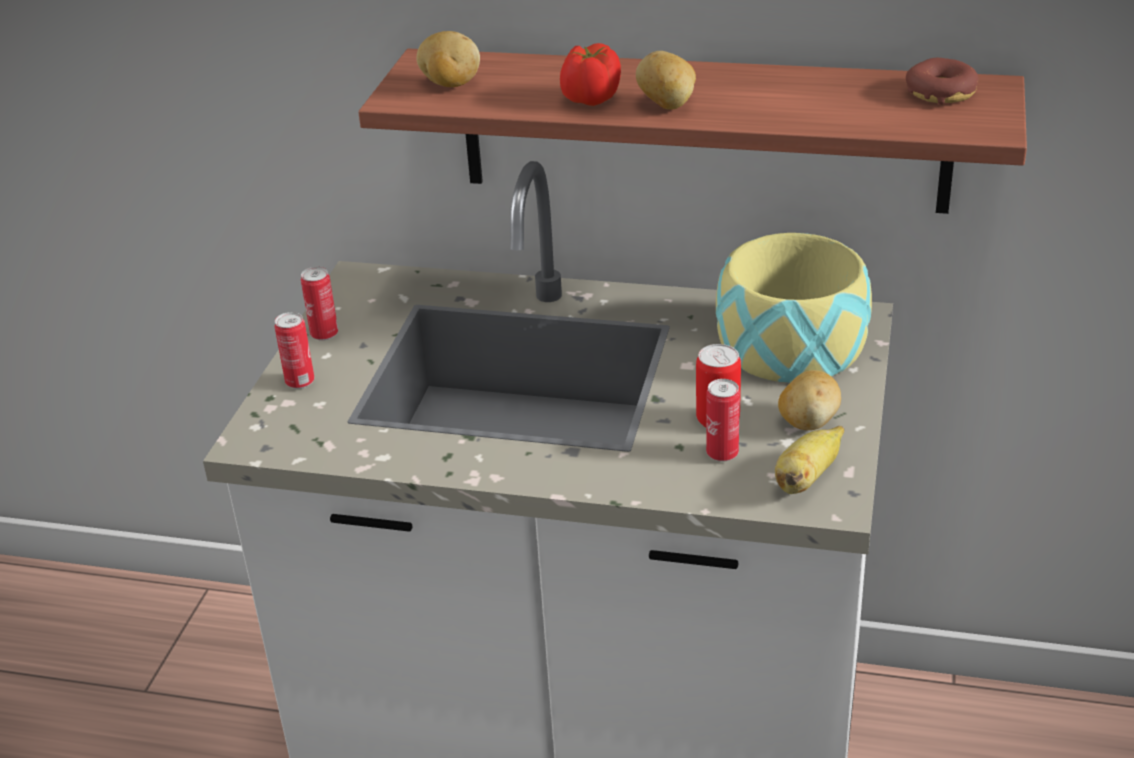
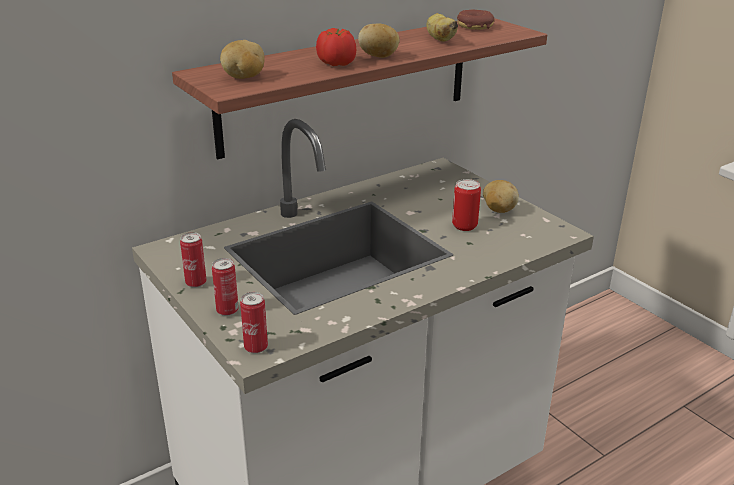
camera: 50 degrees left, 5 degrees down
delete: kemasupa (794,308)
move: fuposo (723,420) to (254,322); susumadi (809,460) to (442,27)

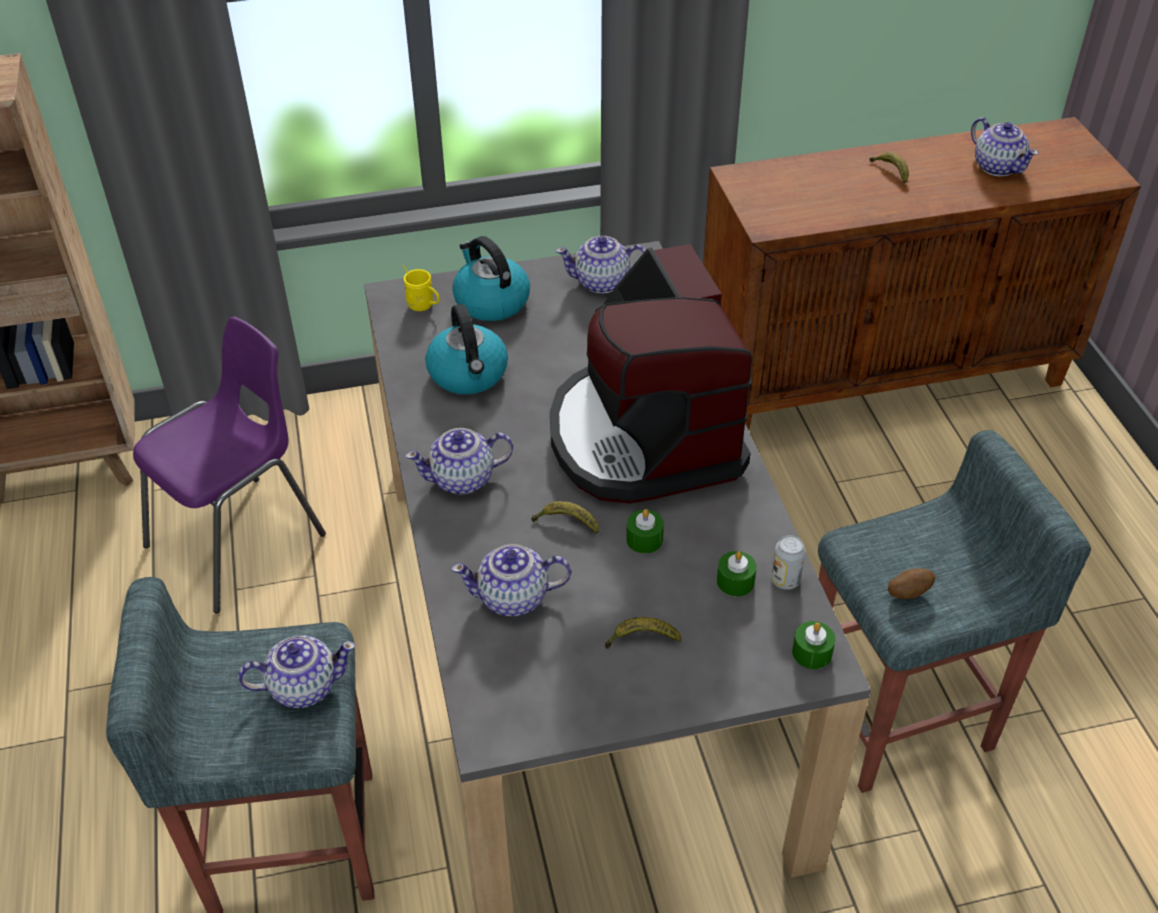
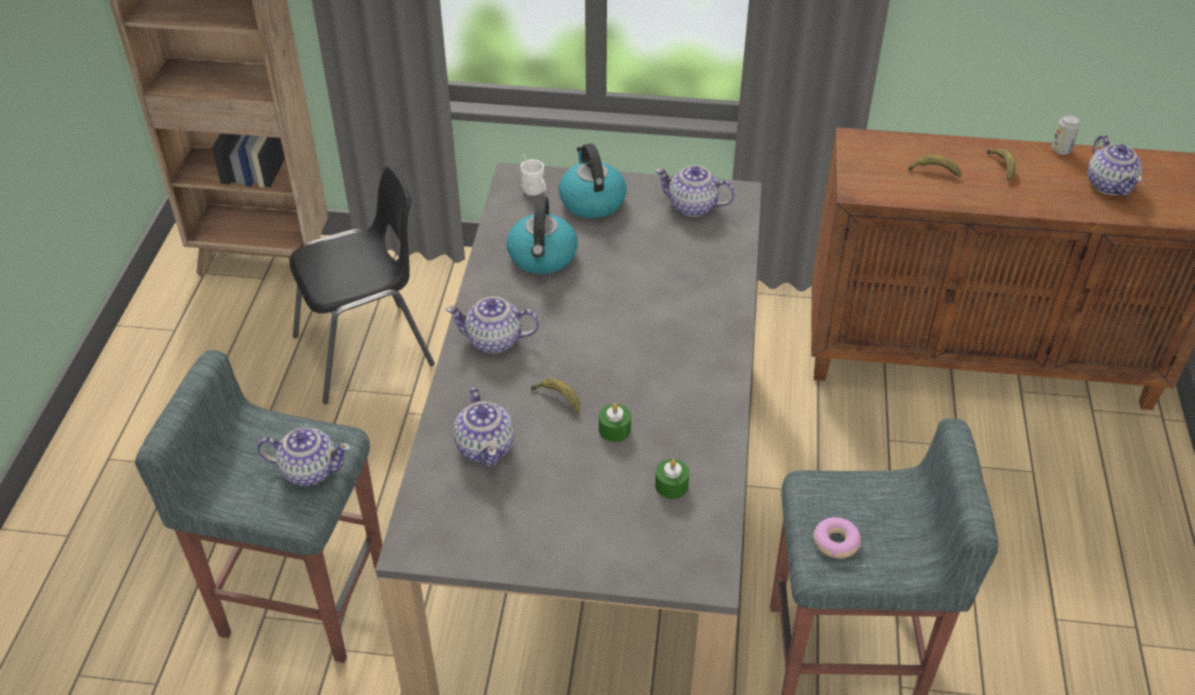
camera: 20 degrees right, 0 degrees up
delete: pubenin (651,374); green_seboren (813,645)
move: fuposo (788,562) to (1065,134); susumadi (643,633) to (934,166)
replace: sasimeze (911,583) to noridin (837,538)
recolor: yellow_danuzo (421,288) to white_danuzo (533,174); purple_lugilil (229,464) to black_lugilil (362,285)
rotate: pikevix (511,580) = (483,427) 120 degrees counterclockwise

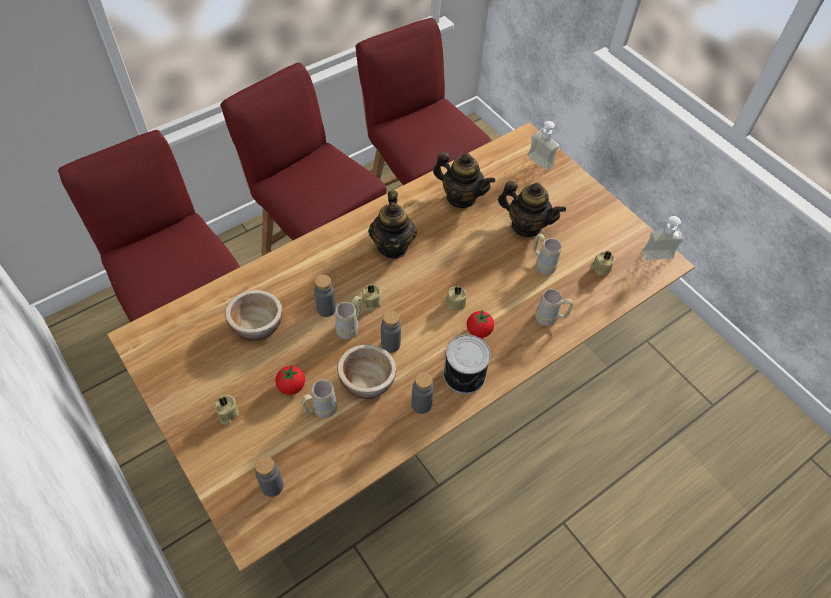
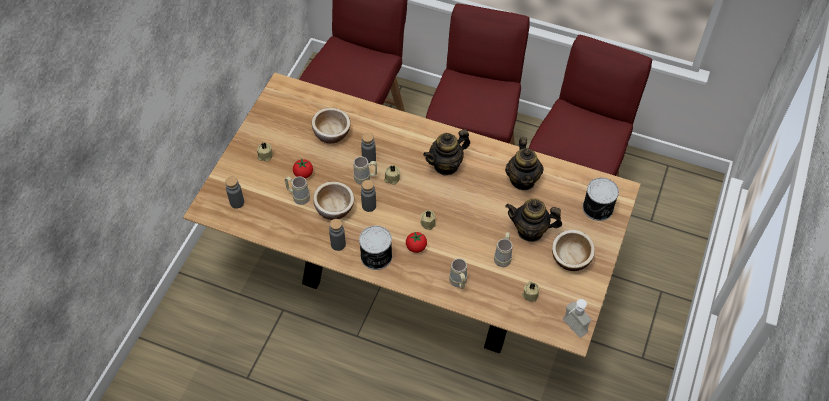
camera: 60 degrees right, 0 degrees up
insert: kemasupa (573,250)
replace: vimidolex (543,146) to fuposo (601,199)
rotate: pikevix (532,209) = (533,220) 105 degrees clockwise

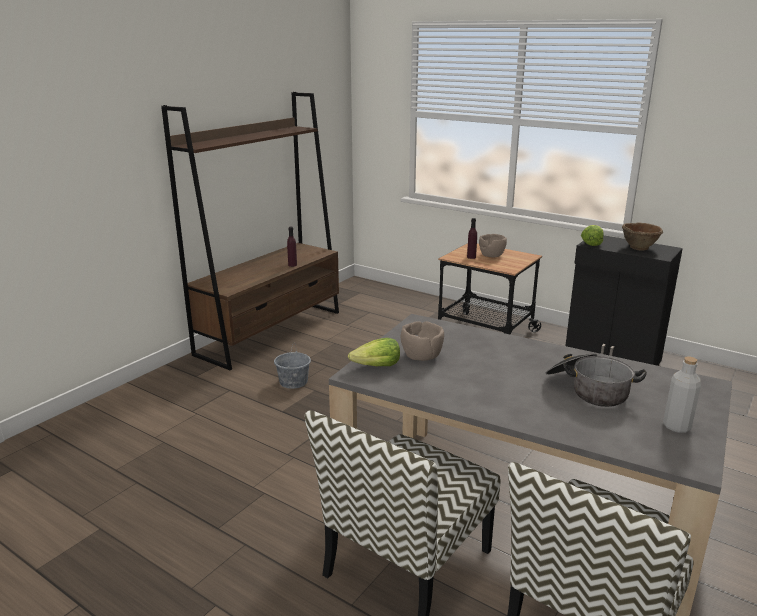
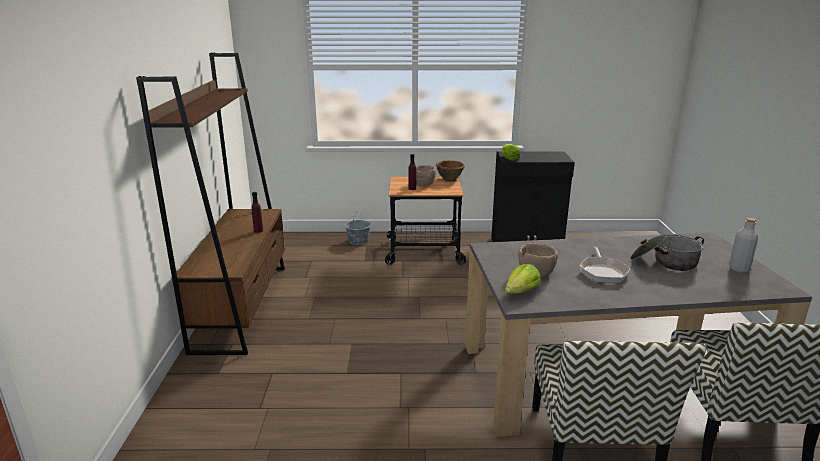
camera: 35 degrees left, 0 degrees up
insert: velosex (605,264)
move: brown_kemasupa (642,236) to (450,171); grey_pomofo (292,365) to (358,228)

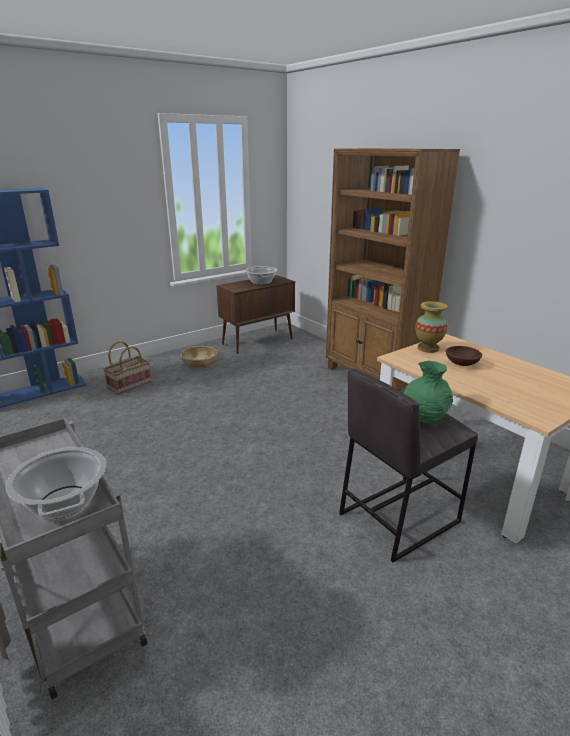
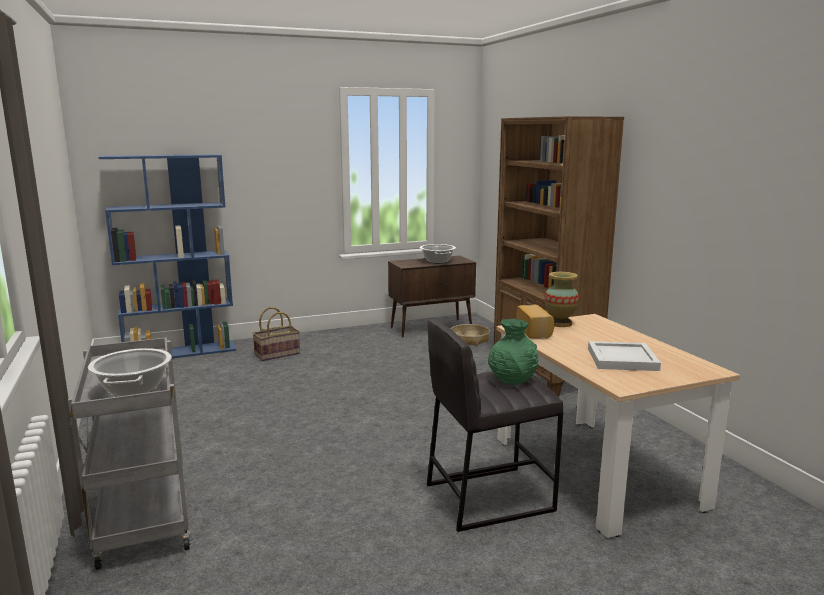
camera: 15 degrees right, 10 degrees down
delete: brown_kemasupa (464,356)
insert: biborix (535,321); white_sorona (624,356)
move: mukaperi (199,357) to (470,335)

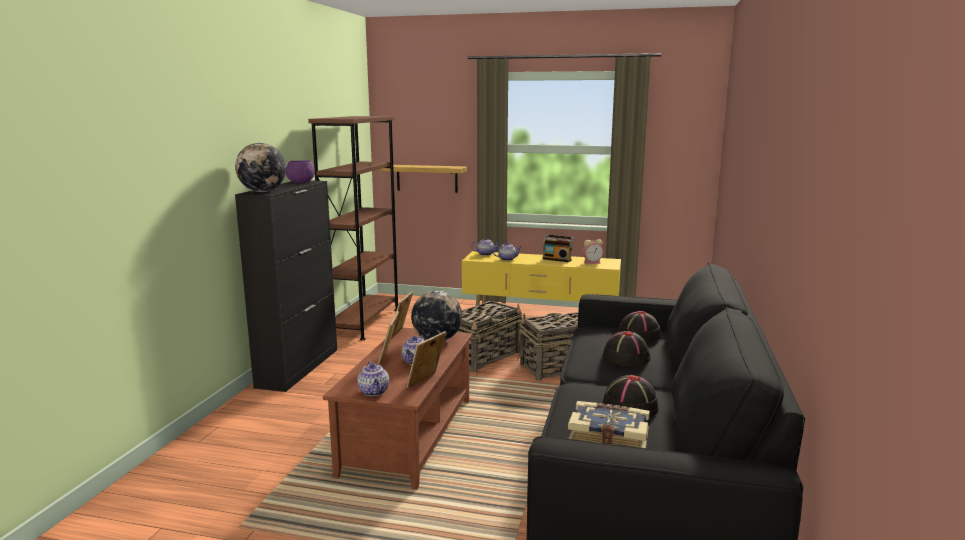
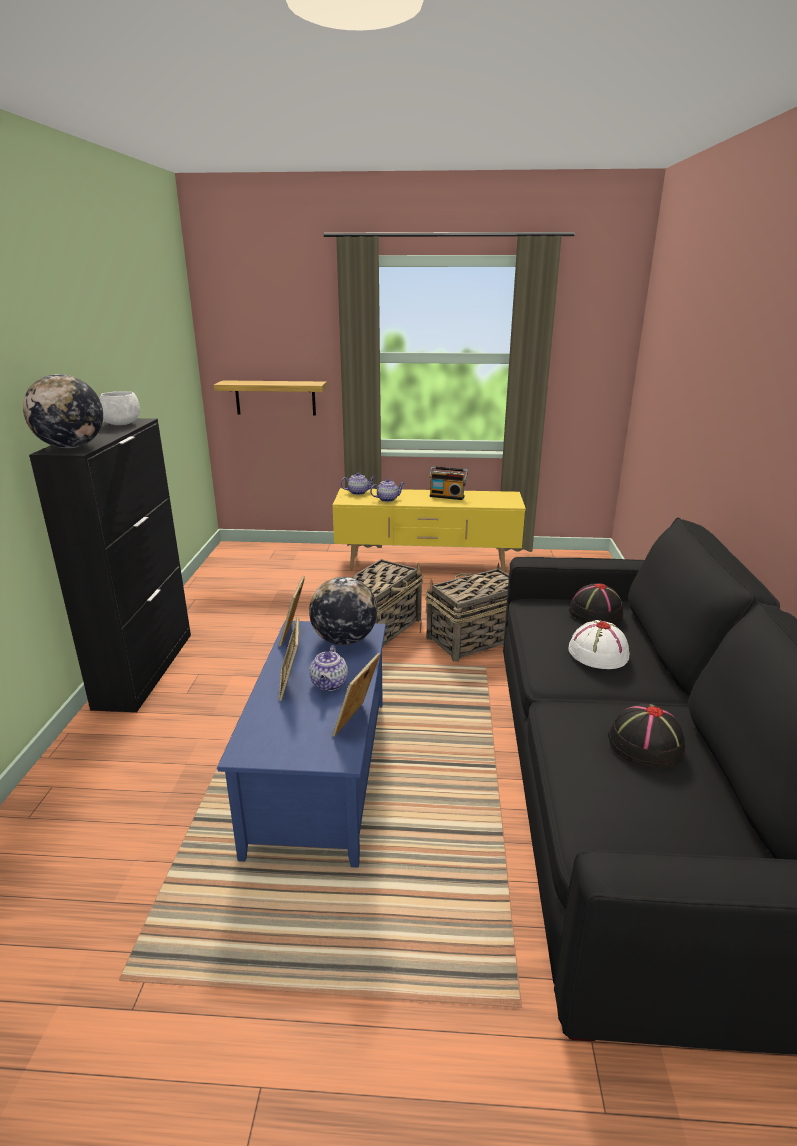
camera: 10 degrees left, 10 degrees up
delete: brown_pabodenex (353,228); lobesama (592,251); pikevix (373,378); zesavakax (609,424)
recolor: purple_kemasupa (300,171) to white_kemasupa (119,408); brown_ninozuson (397,408) to blue_ninozuson (301,744); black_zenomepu (626,348) to white_zenomepu (599,644)

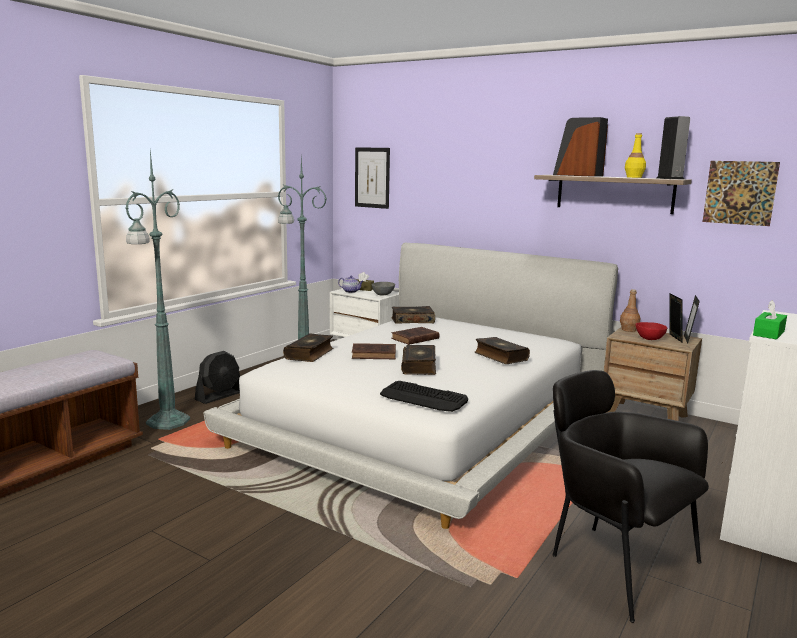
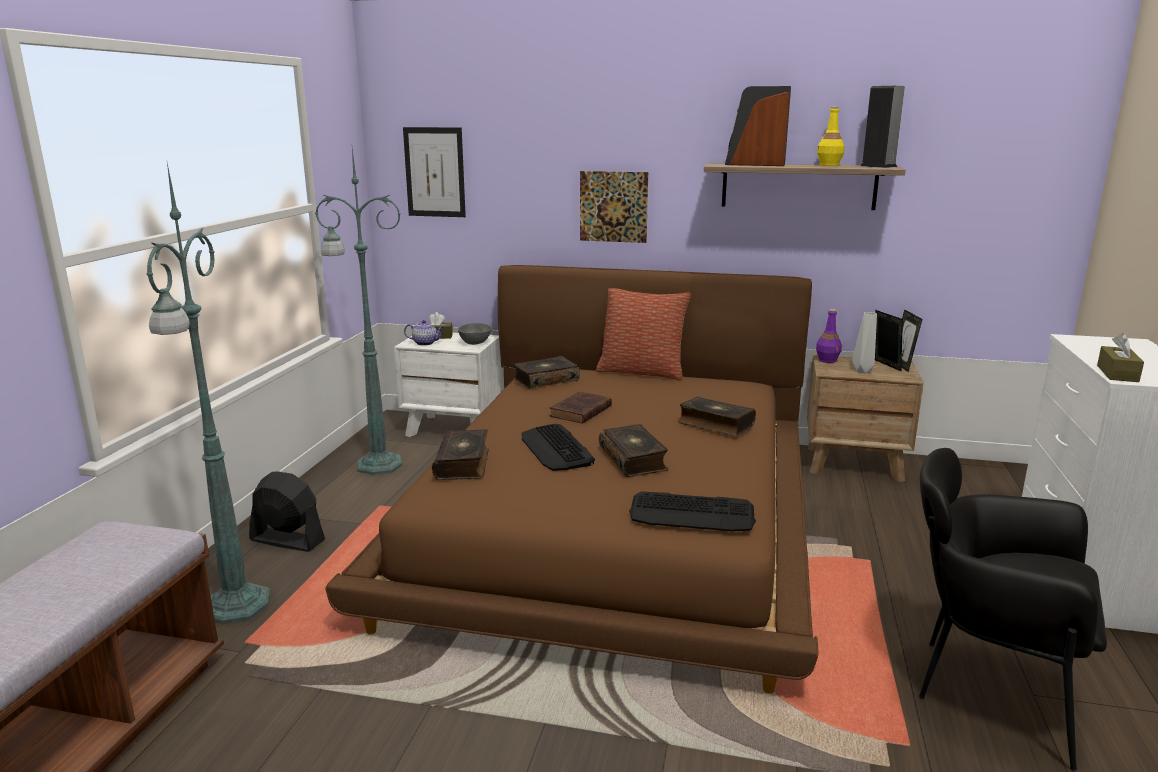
camera: 20 degrees left, 5 degrees up
insert: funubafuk (643,334)
move: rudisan (741,193) to (614,207)
replace: red_kemasupa (651,331) to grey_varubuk (864,342); brown_zesavakax (374,351) to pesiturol (558,447)
recolor: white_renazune (411,386) to brown_renazune (572,479); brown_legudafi (630,310) to purple_legudafi (829,336); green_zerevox (770,319) to brown_zerevox (1120,357)
rotate: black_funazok (217,377) = (287,511) 90 degrees counterclockwise

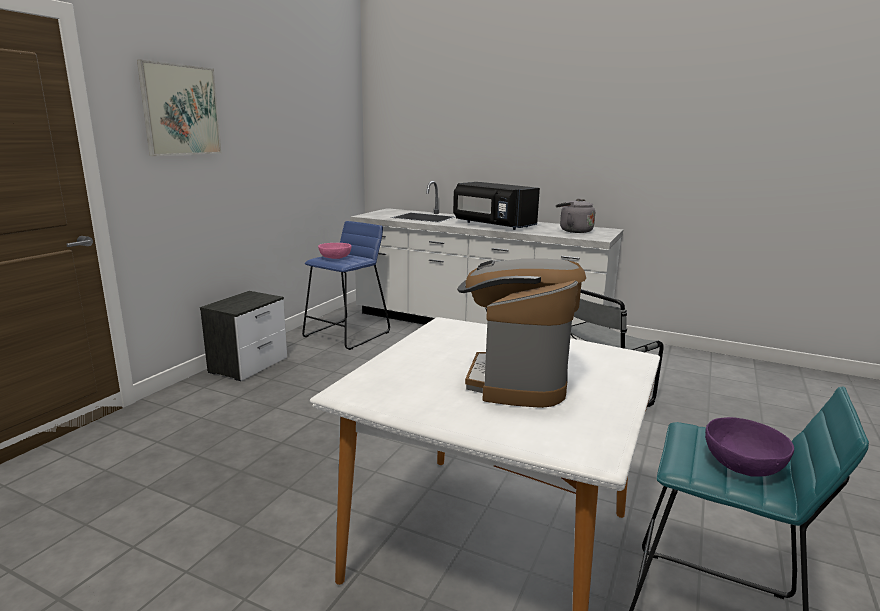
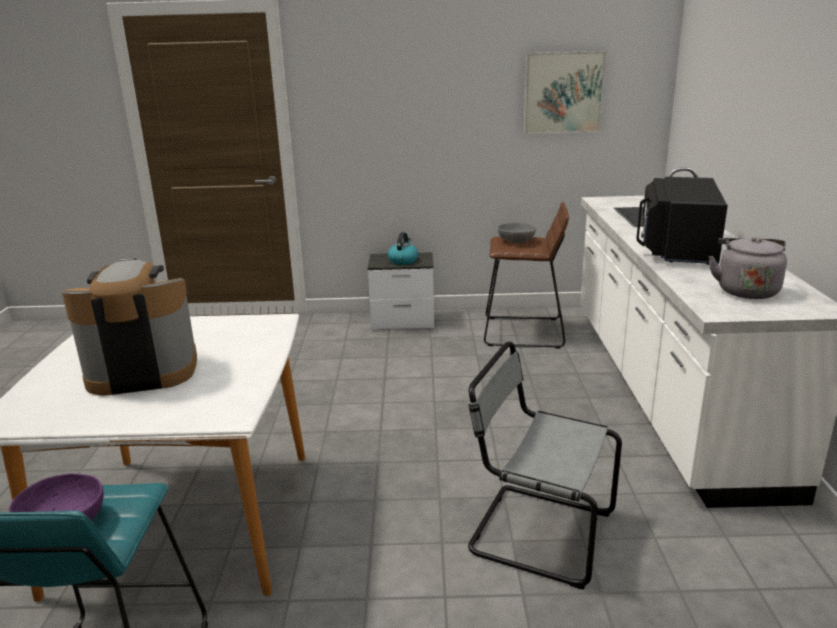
camera: 65 degrees right, 5 degrees up
insert: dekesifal (403,248)
move: rudisan (179,107) to (565,92)
recolor: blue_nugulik (346,285) to brown_nugulik (526,275); pink_kemasupa (334,251) to grey_kemasupa (517,232)

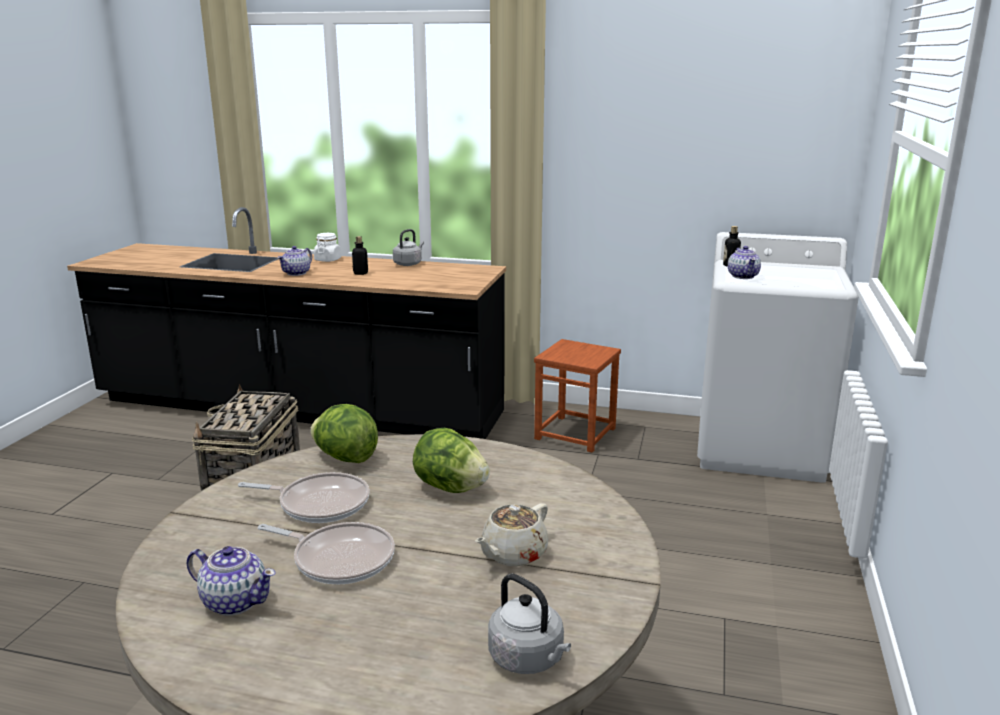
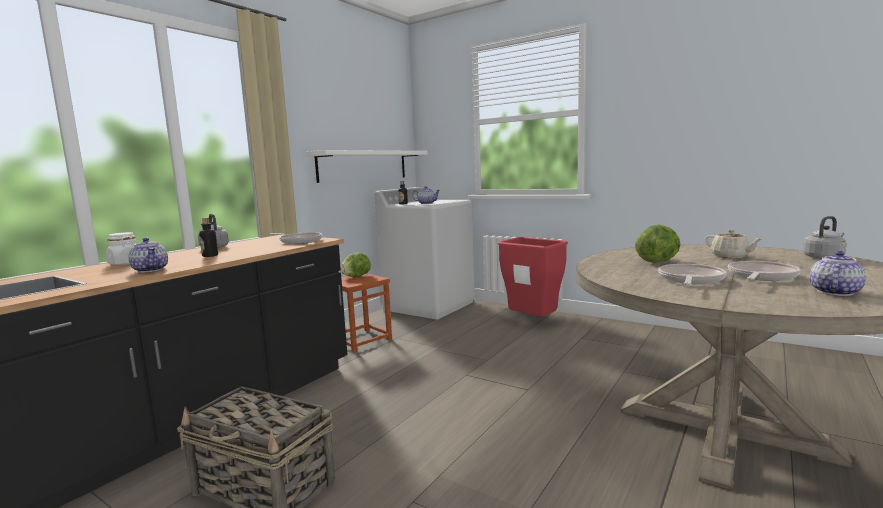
camera: 70 degrees left, 10 degrees down
insert: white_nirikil (366,166); velosex (296,238); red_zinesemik (533,276)
move: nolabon (344,433) to (356,264)

